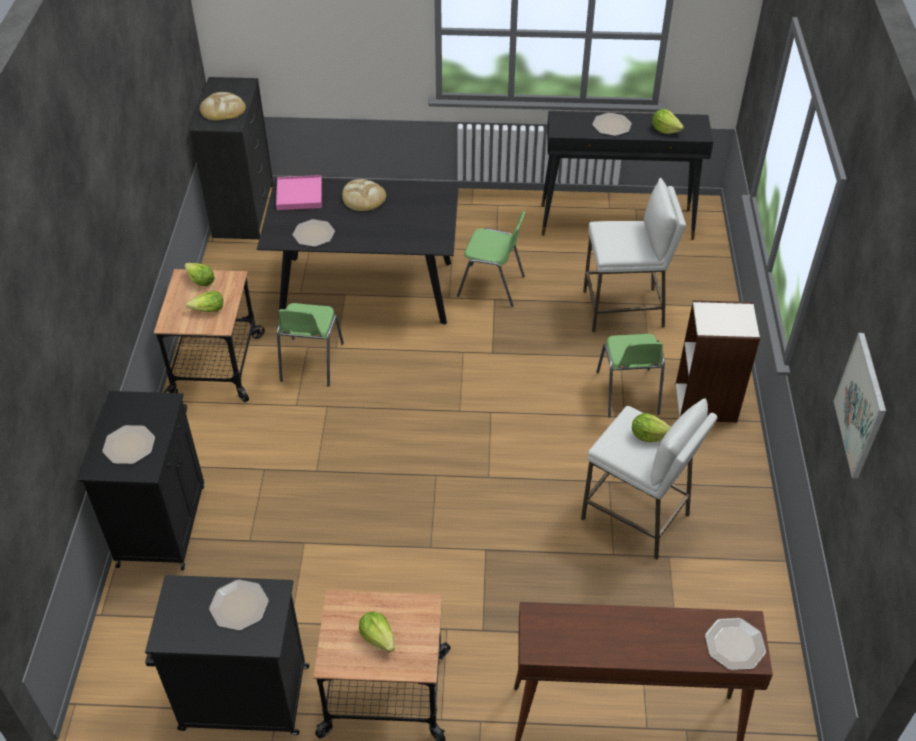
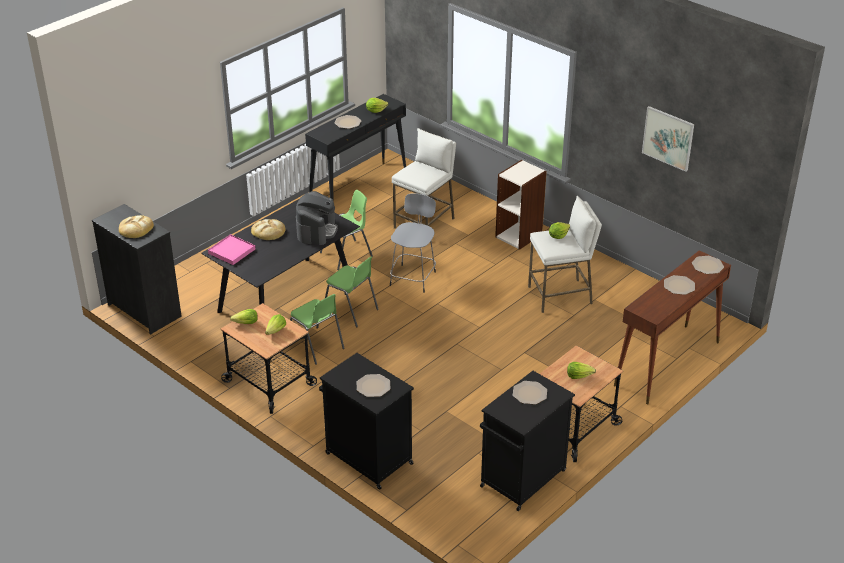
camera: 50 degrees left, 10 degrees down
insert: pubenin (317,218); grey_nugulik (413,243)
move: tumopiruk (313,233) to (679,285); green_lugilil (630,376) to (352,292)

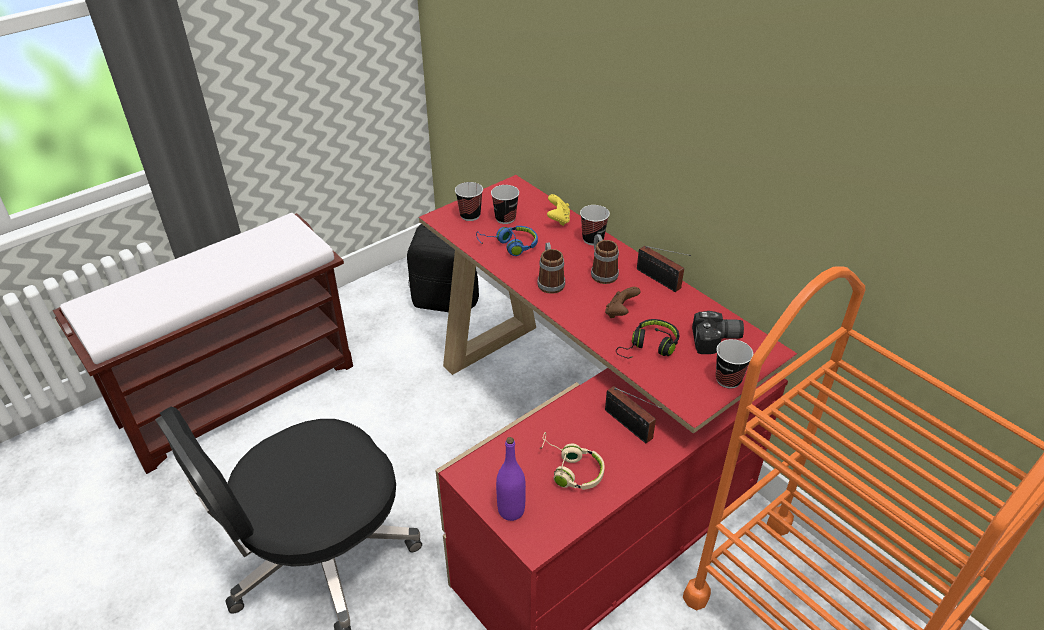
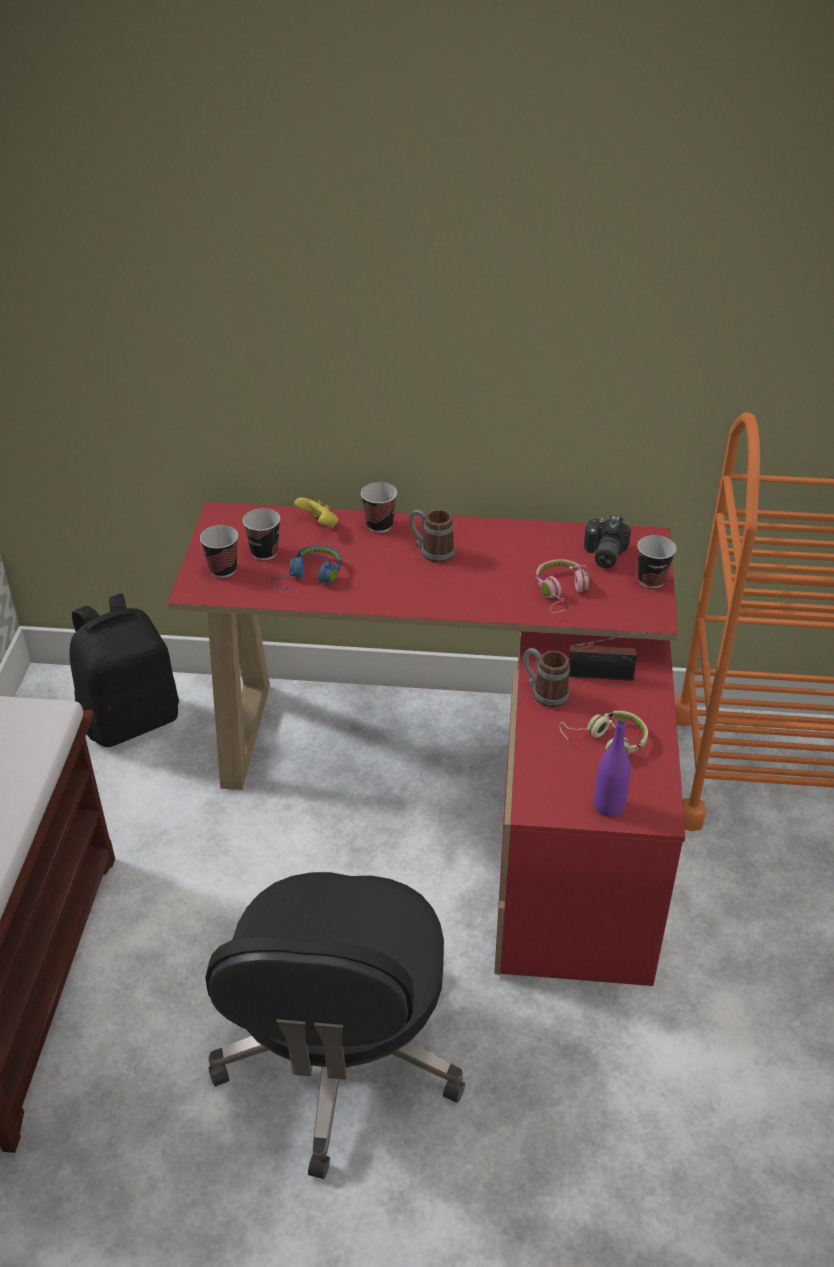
camera: 45 degrees left, 0 degrees up
delete: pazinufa (664,269); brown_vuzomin (623,302)
move: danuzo (551,268) to (546,677)
recolor: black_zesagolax (648,339) to pink_zesagolax (563,586)
rotate: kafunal (718,332) = (607,541) 150 degrees clockwise

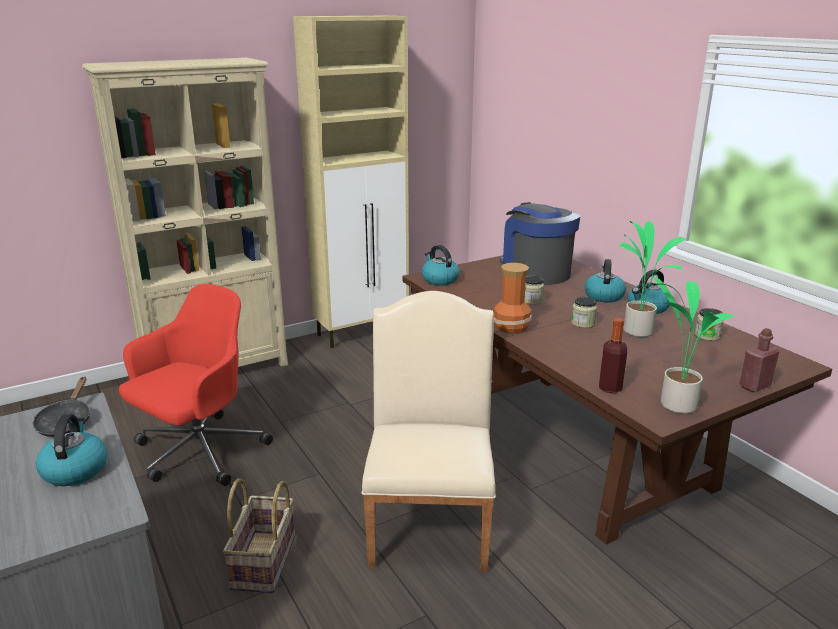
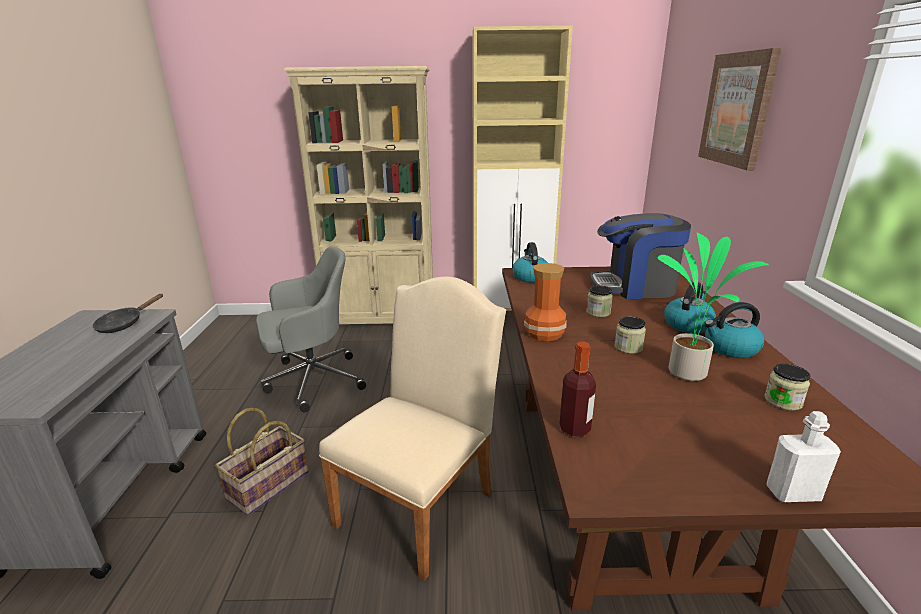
camera: 30 degrees right, 0 degrees up
delete: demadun (693,345); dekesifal (71,450)
insert: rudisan (740,109)
recolor: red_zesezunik (196,385) to grey_zesezunik (311,329); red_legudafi (759,360) to white_legudafi (804,456)
rotate: pubenin (540,243) = (640,256) 90 degrees counterclockwise

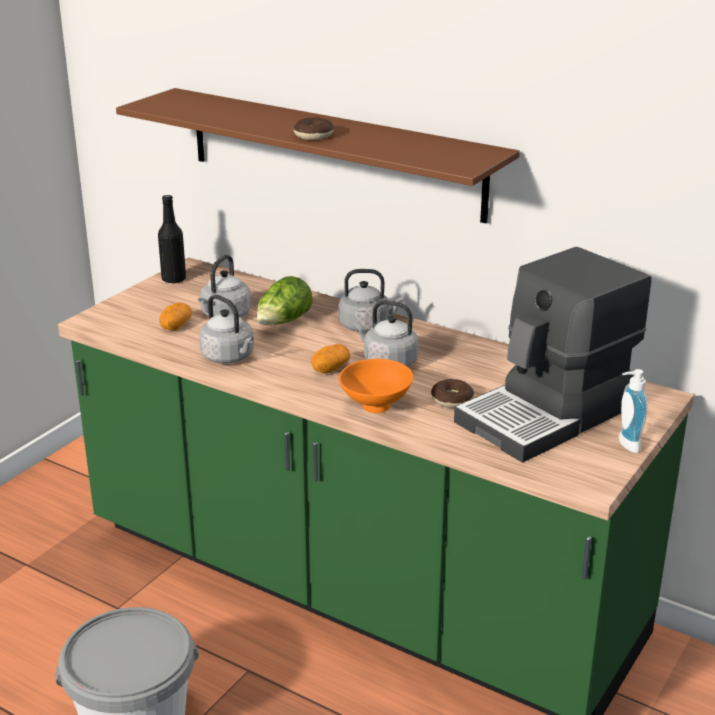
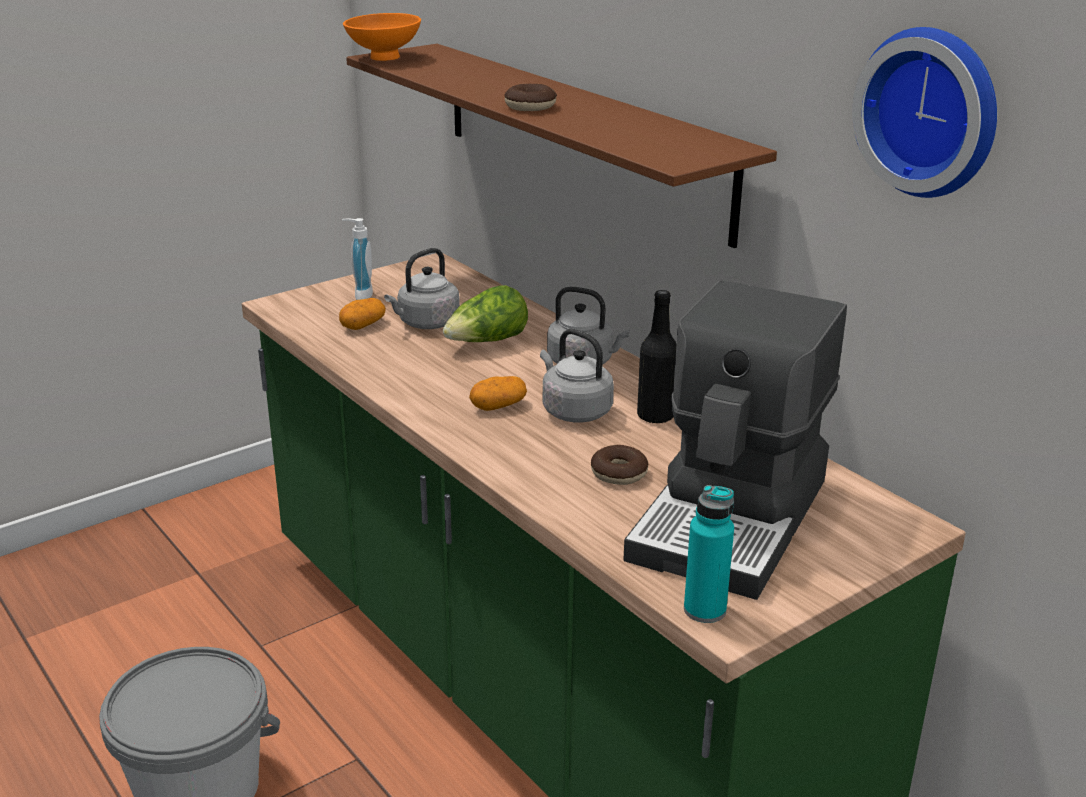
camera: 20 degrees right, 0 degrees up
delete: grey_dekesifal (226,329)
insert: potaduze (924,112); turquoise_legudafi (709,554)
move: black_legudafi (172,239) to (656,356); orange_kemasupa (376,386) to (382,37); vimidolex (633,411) to (357,259)
rotate: pubenin (553,355) = (735,440) 45 degrees counterclockwise

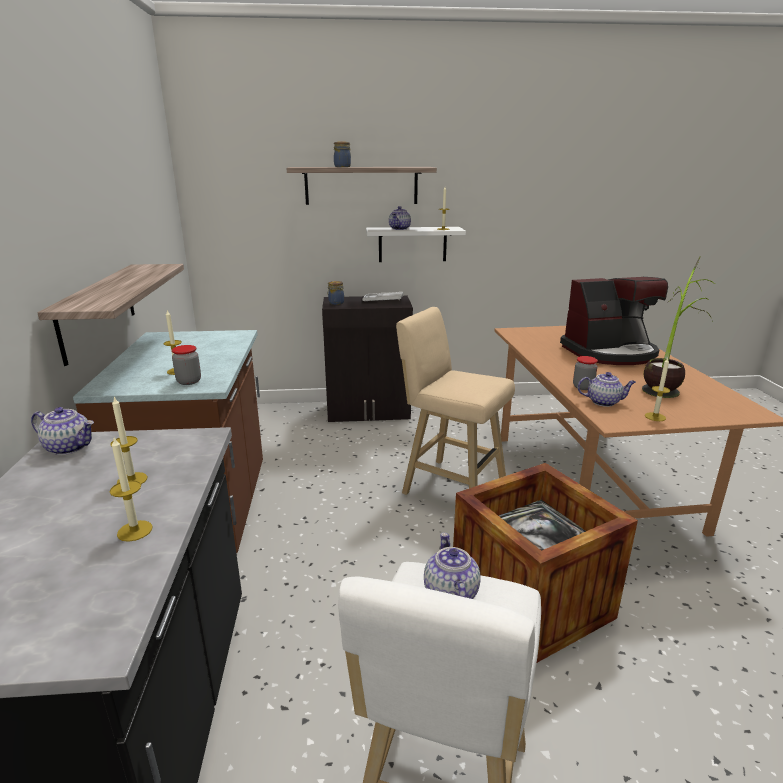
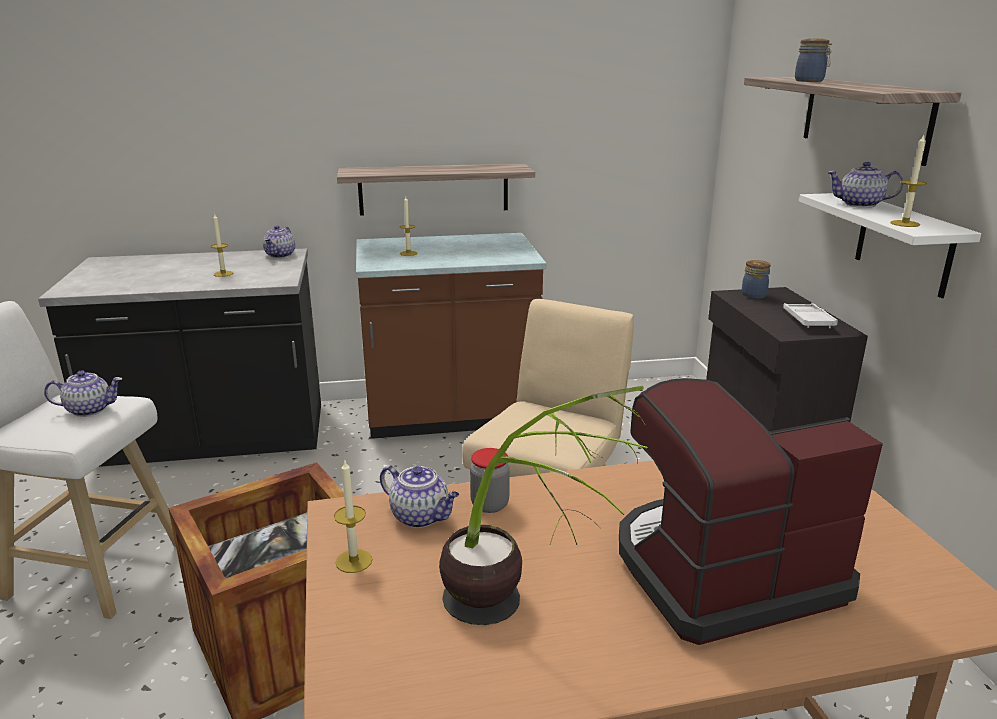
camera: 85 degrees right, 0 degrees up
delete: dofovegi (186,365); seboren (131,489)
rotate: pubenin (614,321) = (751,511) 90 degrees clockwise; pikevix (607,389) = (419,496) 60 degrees counterclockwise

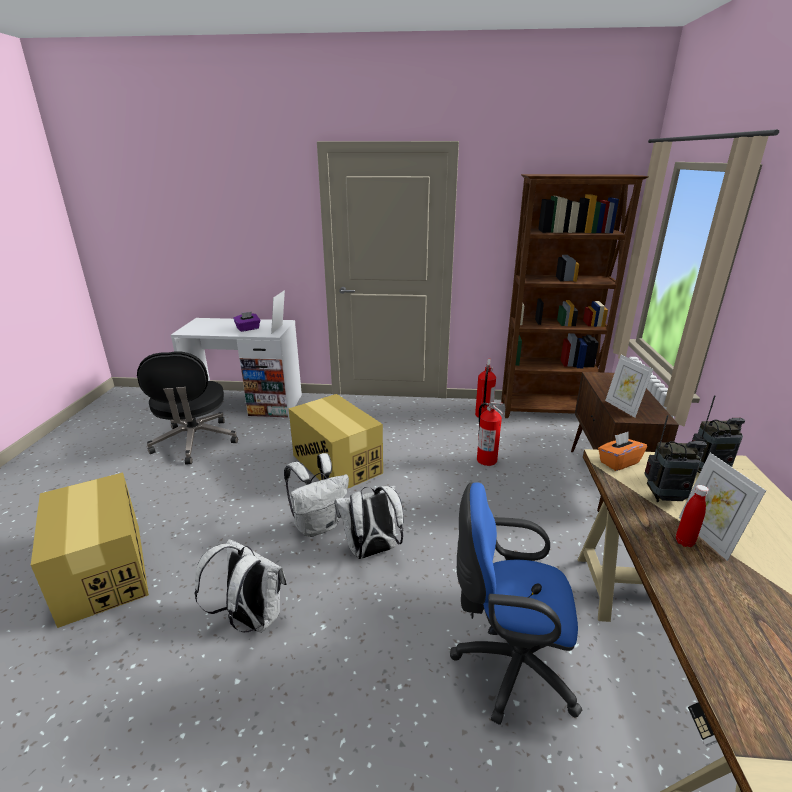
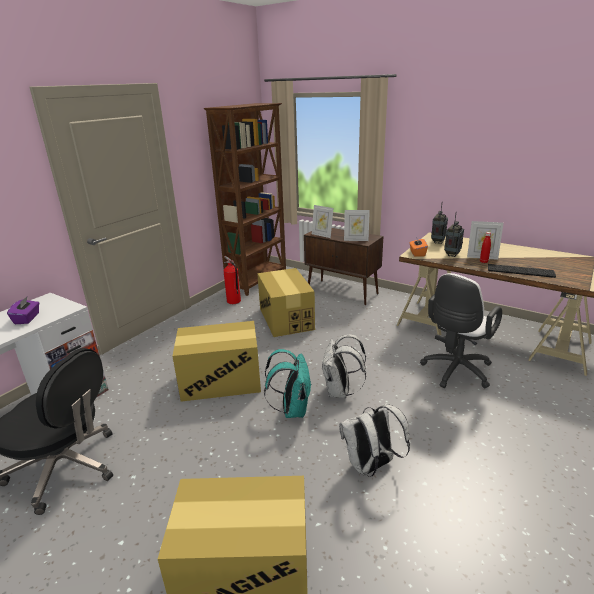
camera: 60 degrees left, 0 degrees up
insert: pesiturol (522,271)
move: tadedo (278,312) to (323,221)
replace: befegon (490,434) to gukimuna (286,302)
recolor: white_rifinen (316,495) to turquoise_rifinen (287,383); blue_zesezunik (516,603) to white_zesezunik (461,330)

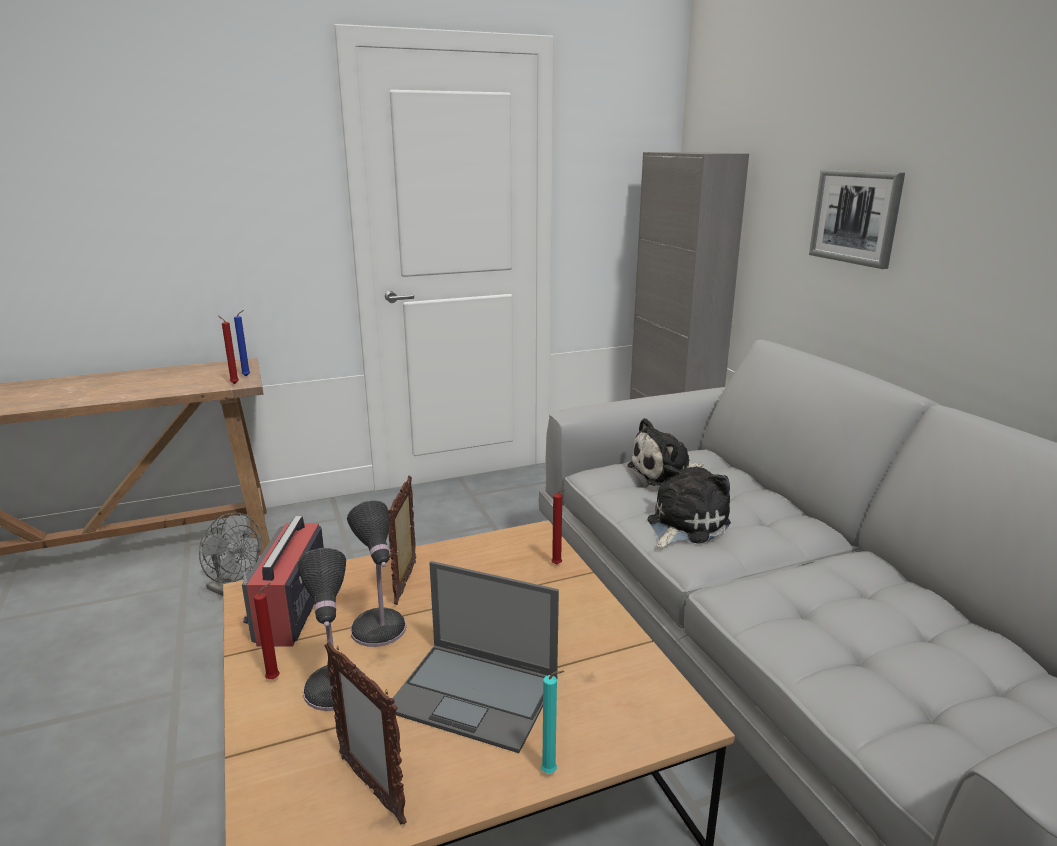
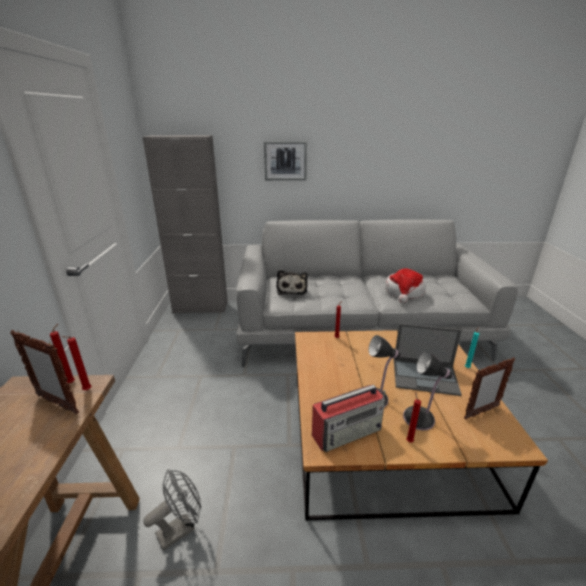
camera: 70 degrees left, 5 degrees up
delete: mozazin (689,506)
insert: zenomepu (405,285)
move: tadedo (402,540) to (44,372)
recolor: blue_seboren (242,343) to red_seboren (62,353)
rotate: pazinufa (282,581) = (348,418) 45 degrees counterclockwise; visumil (475,657) = (428,359) 60 degrees clockwise

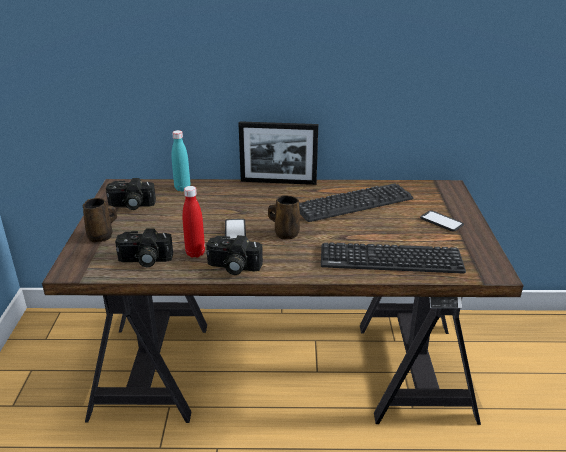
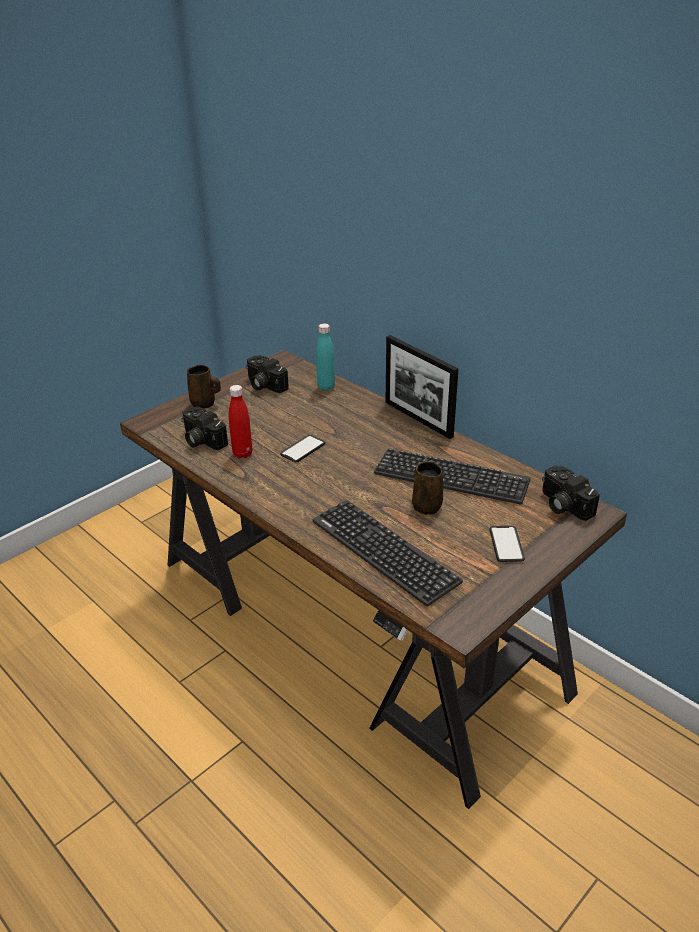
camera: 45 degrees right, 5 degrees up
move: brown_danuzo (284,217) to (427,488); kafunal (234,255) to (571,493)

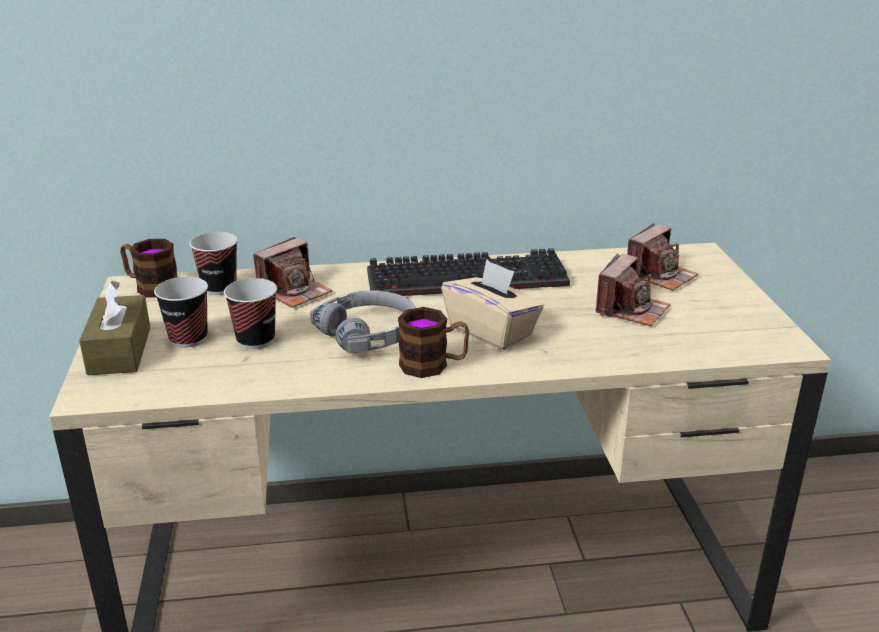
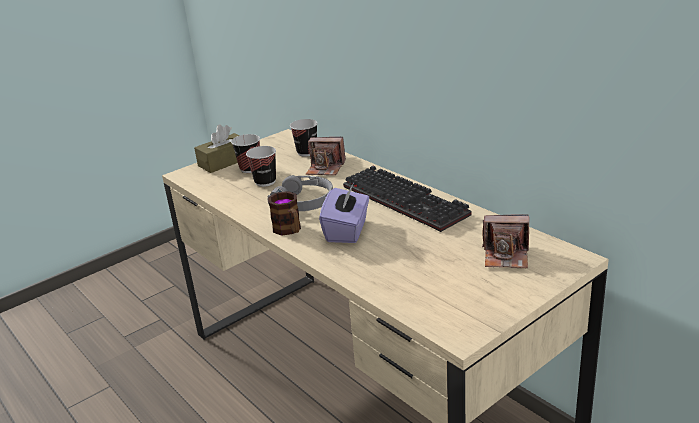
camera: 60 degrees right, 0 degrees up
delete: danuzo (148,268); kafunal (632,289)
recolor: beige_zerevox (492,304) to purple_zerevox (344,213)

